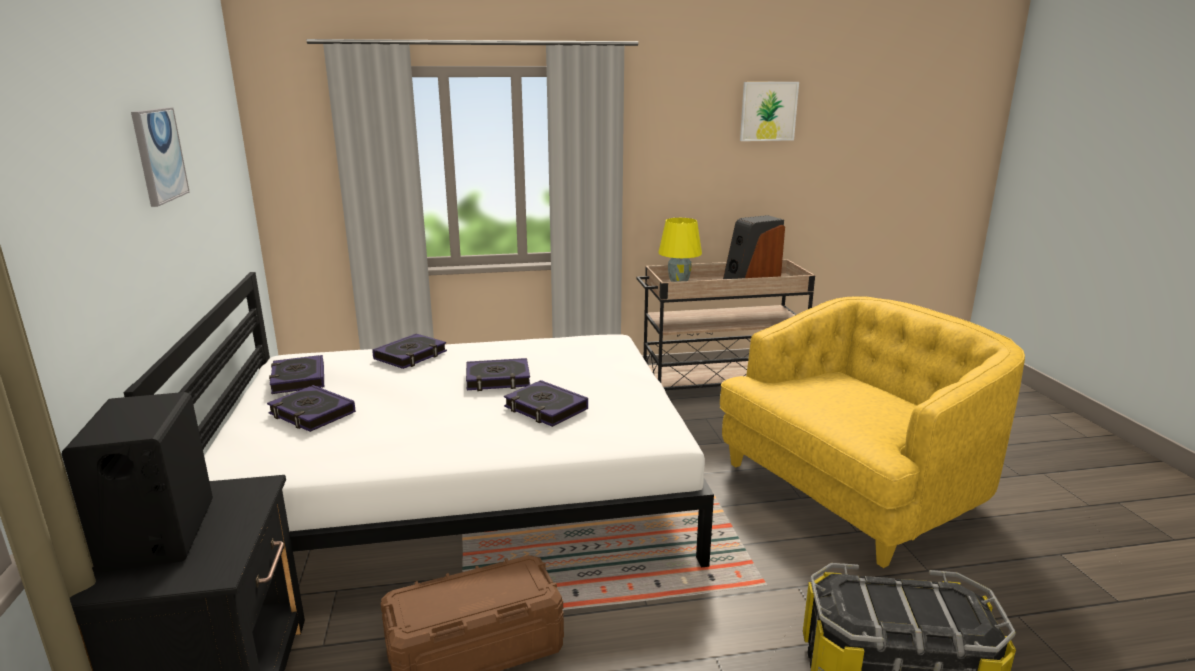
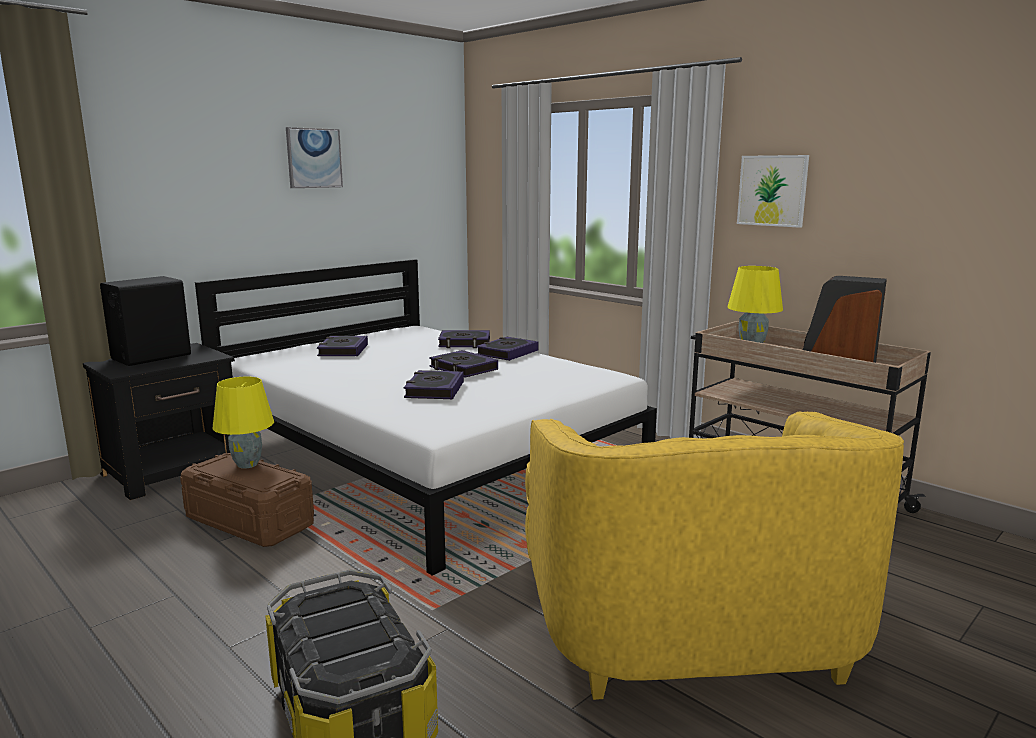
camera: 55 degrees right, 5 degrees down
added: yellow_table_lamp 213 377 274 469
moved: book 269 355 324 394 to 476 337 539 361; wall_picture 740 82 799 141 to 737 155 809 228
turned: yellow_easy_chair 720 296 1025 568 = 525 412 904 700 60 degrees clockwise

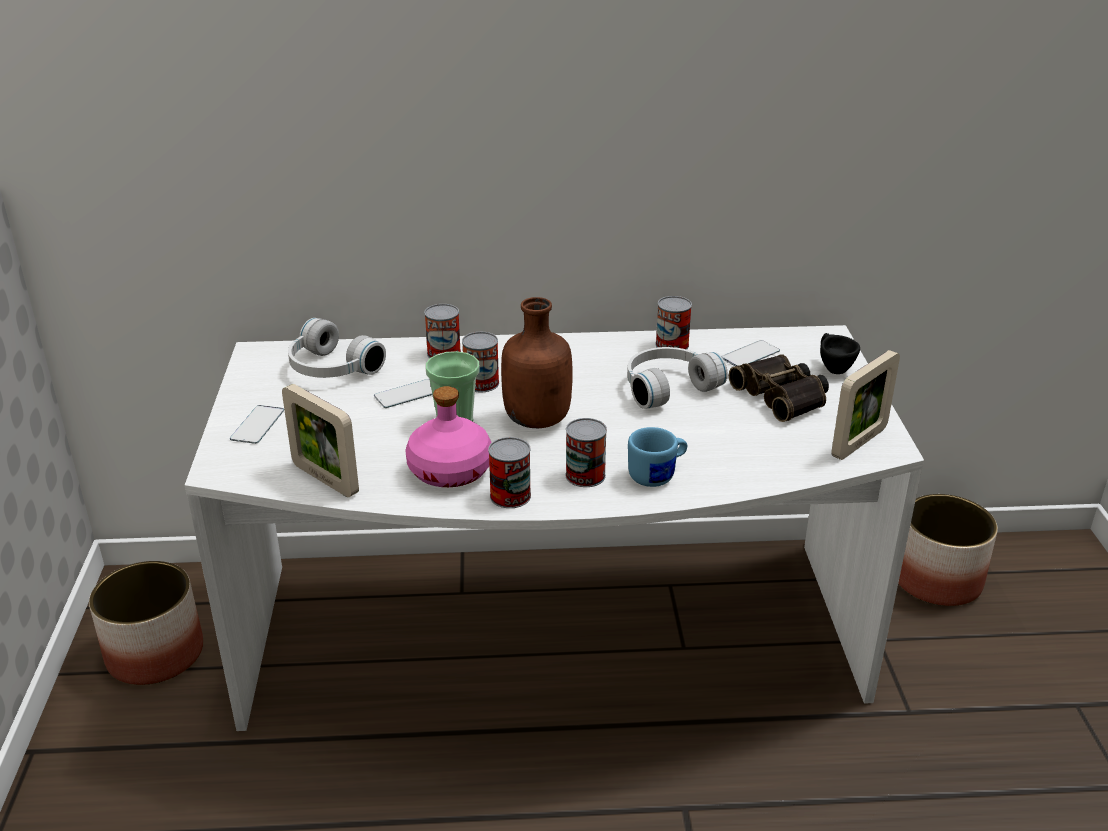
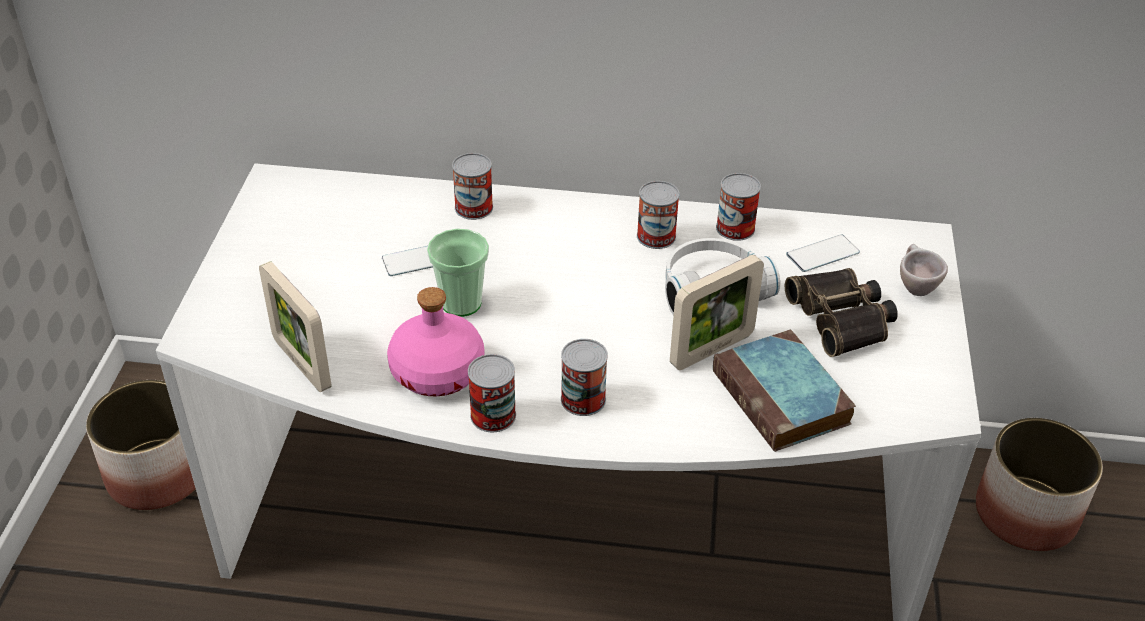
camera: 10 degrees right, 10 degrees up
removed: telephone 230 405 284 444; white-coloured_pair_of_headphones 288 318 386 378; brownish_beverage_bottle 501 297 573 428; blue-coloured_coffee_mug 628 427 687 487
added: book 713 330 856 452
moved: sealed_can 462 332 499 393 to 637 181 680 249; picture_frame 831 350 900 460 to 670 255 764 370
recoloured: black-coloured_cup 820 333 860 374 to beige-coloured_cup 900 244 948 296

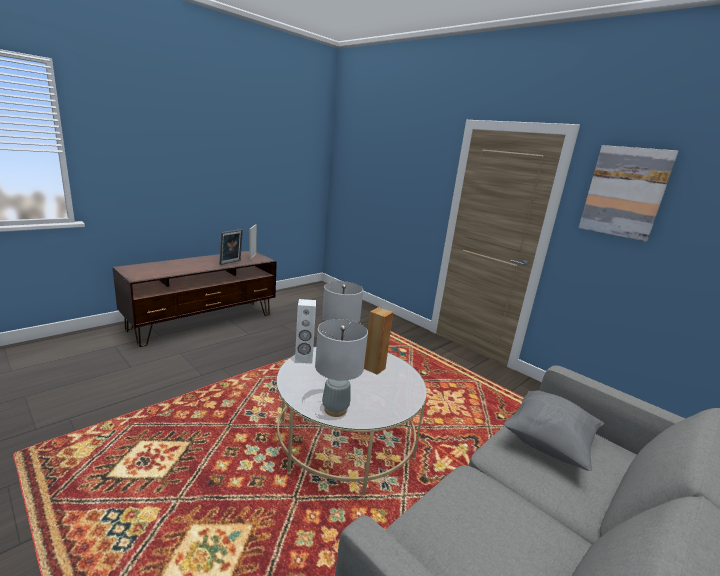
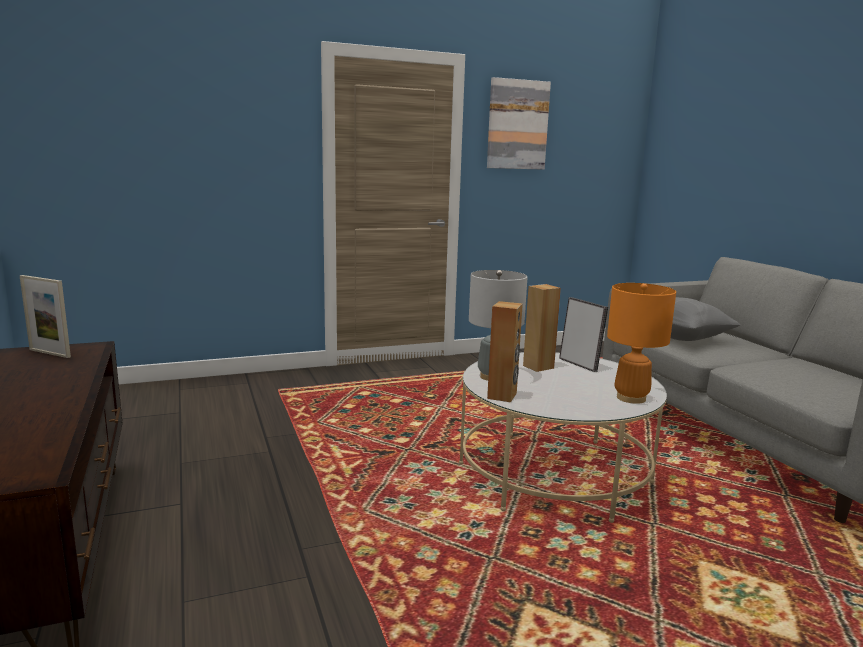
camera: 65 degrees left, 5 degrees down
moved: picture_frame 219 229 243 265 to 559 297 608 372
recoloured: white-coloured_loudspeaker 295 299 316 363 to brownish_loudspeaker 487 301 523 402; grey_table_lamp 315 319 368 417 to orange-coloured_table_lamp 607 283 676 404

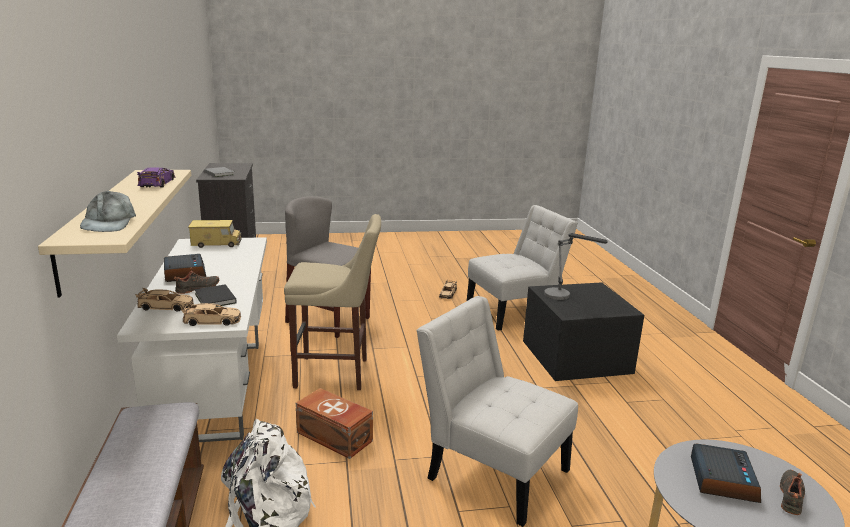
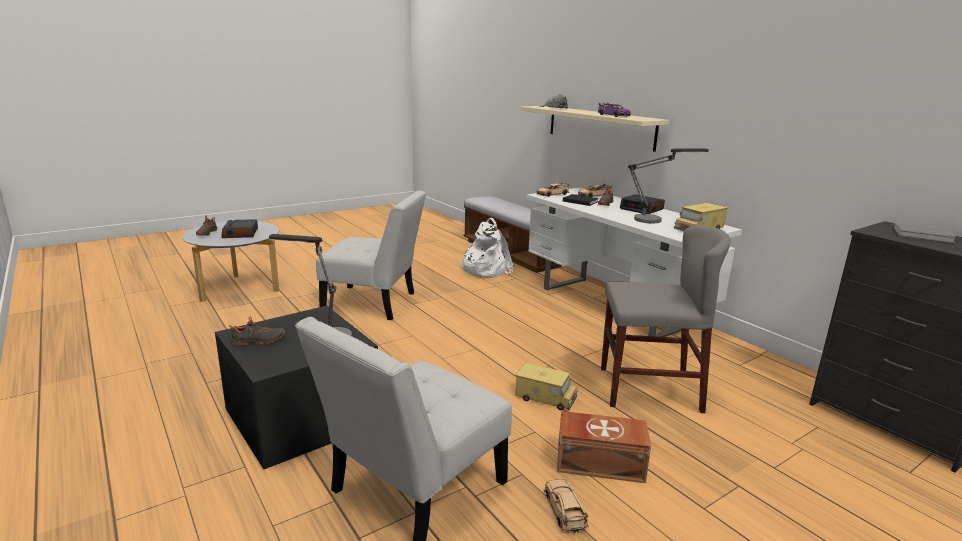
camera: 155 degrees right, 0 degrees up
removed: beige-coloured_stool 284 214 381 390
added: black-coloured_item_of_footwear 229 316 285 346; model_truck 515 362 578 410; table_lamp 628 148 709 223
moved: brownish_storage_bin 296 388 373 459 to 557 411 651 483

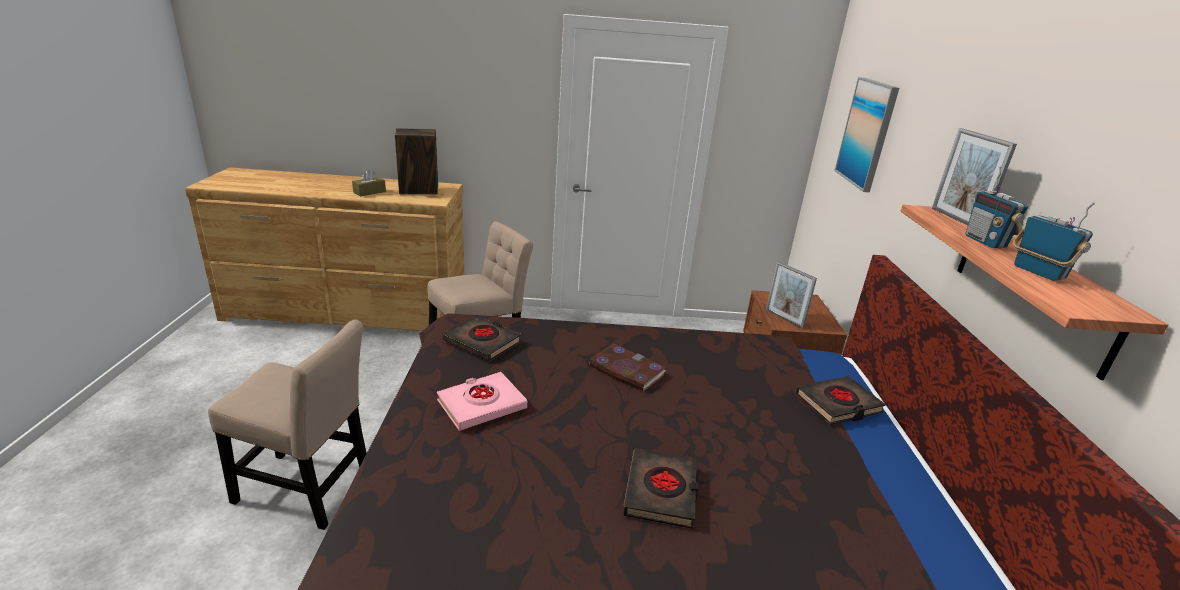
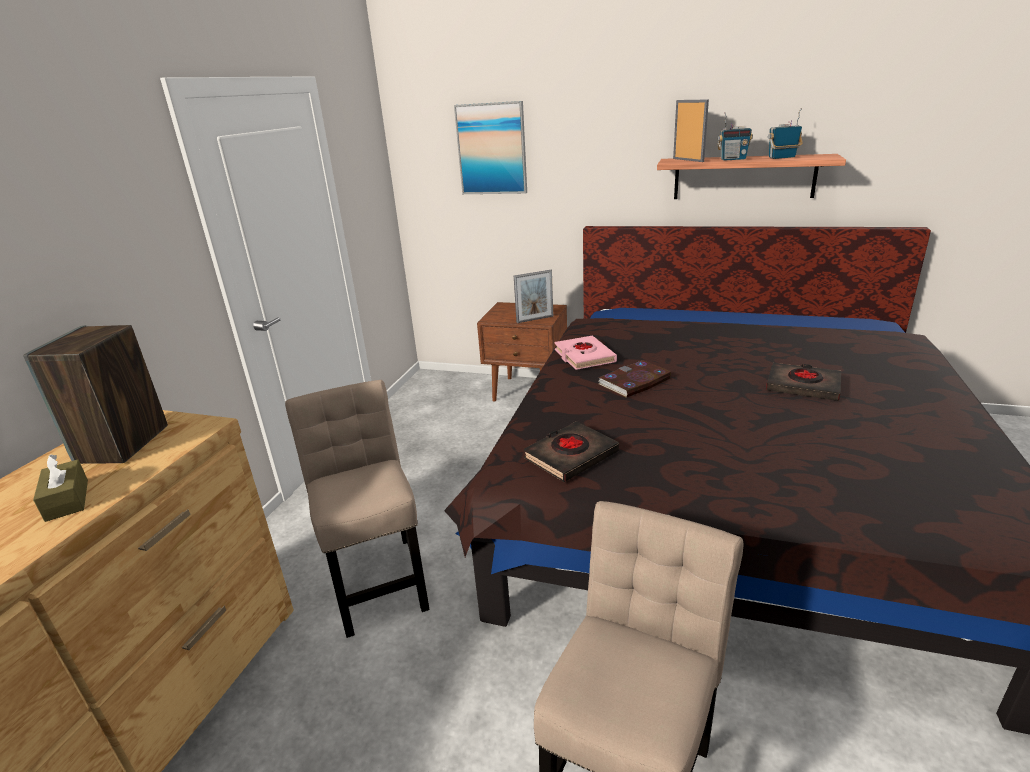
camera: 70 degrees left, 0 degrees up
removed: black-coloured_book 795 376 886 425
moved: pink-coloured_book 437 372 527 431 to 554 336 617 370
turned: picture_frame 932 128 1017 226 = 673 99 709 162 120 degrees counterclockwise

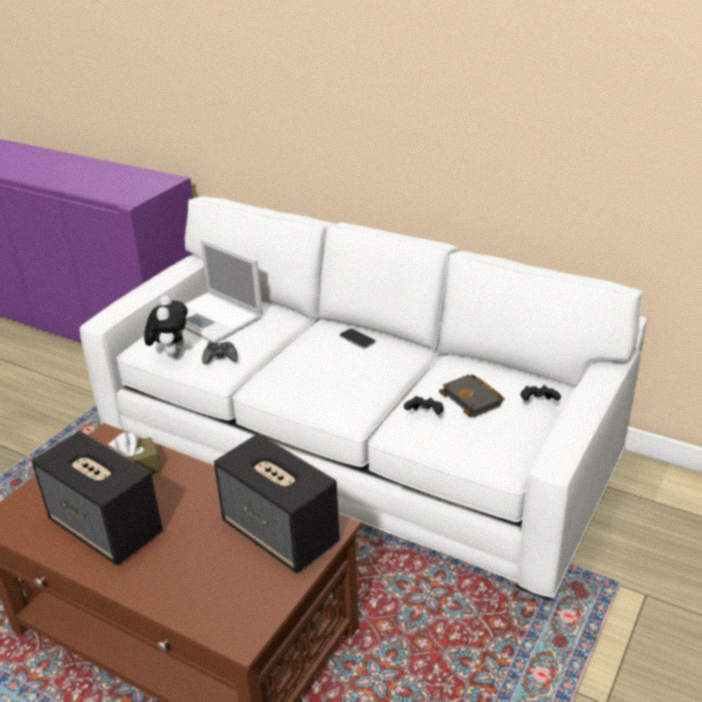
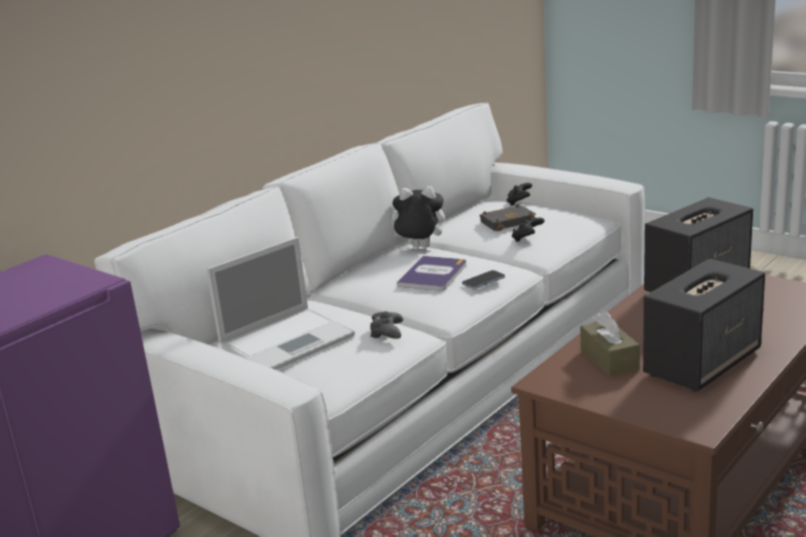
camera: 80 degrees left, 10 degrees down
added: book 397 256 466 291
moved: soft_toy 144 295 188 358 to 392 186 445 248; telephone 339 328 376 349 to 462 270 505 289

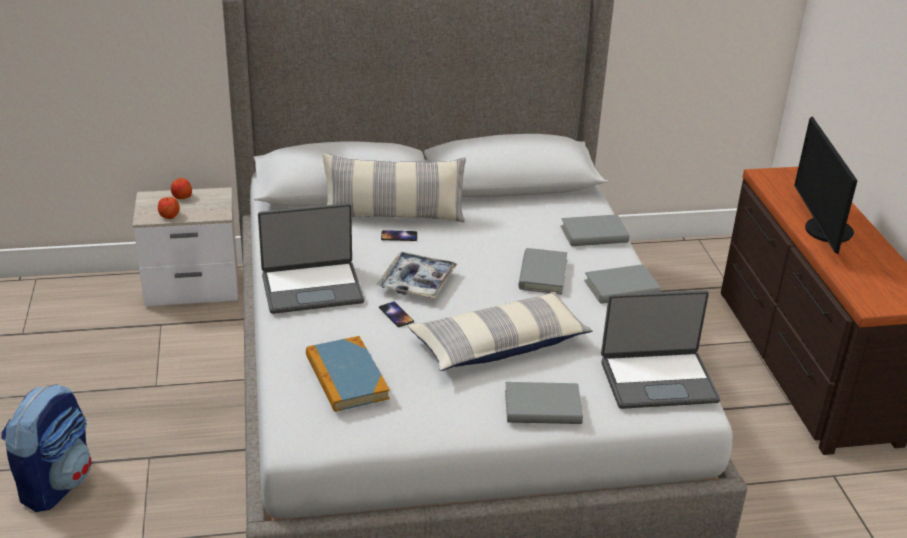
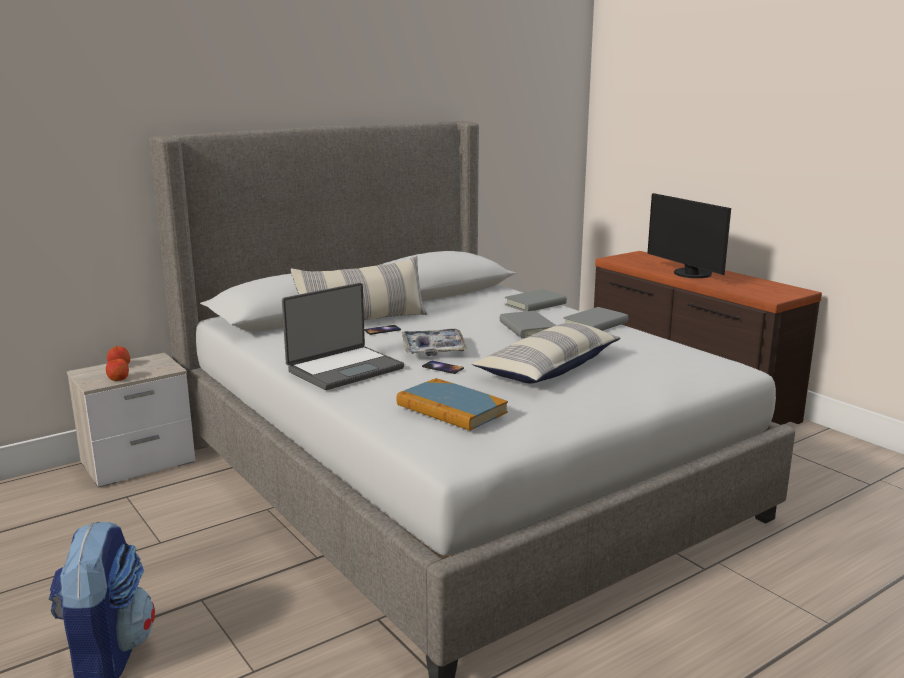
camera: 25 degrees left, 15 degrees down
removed: grey_book 505 382 583 424; notebook_computer 601 290 721 409

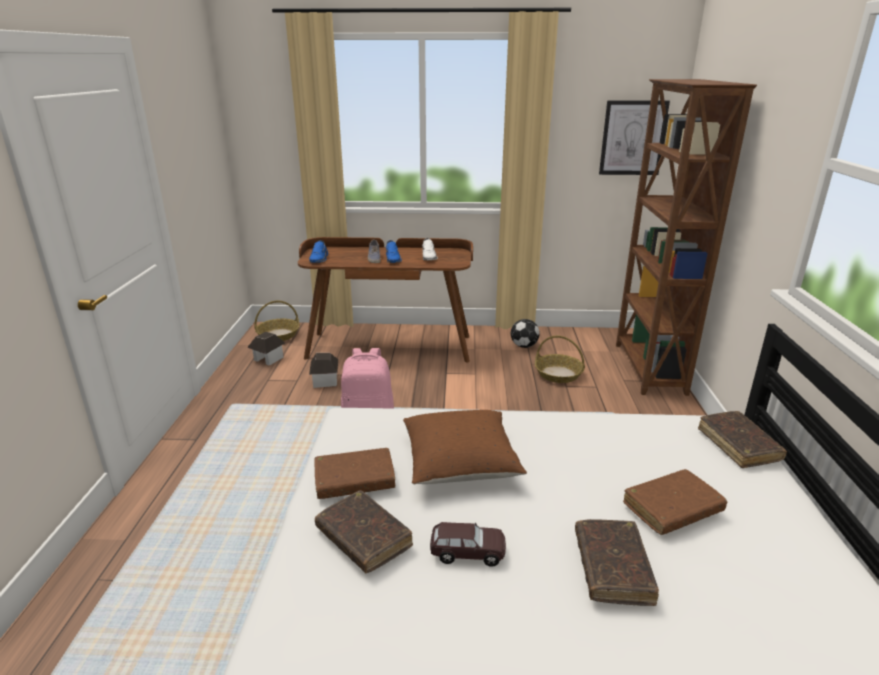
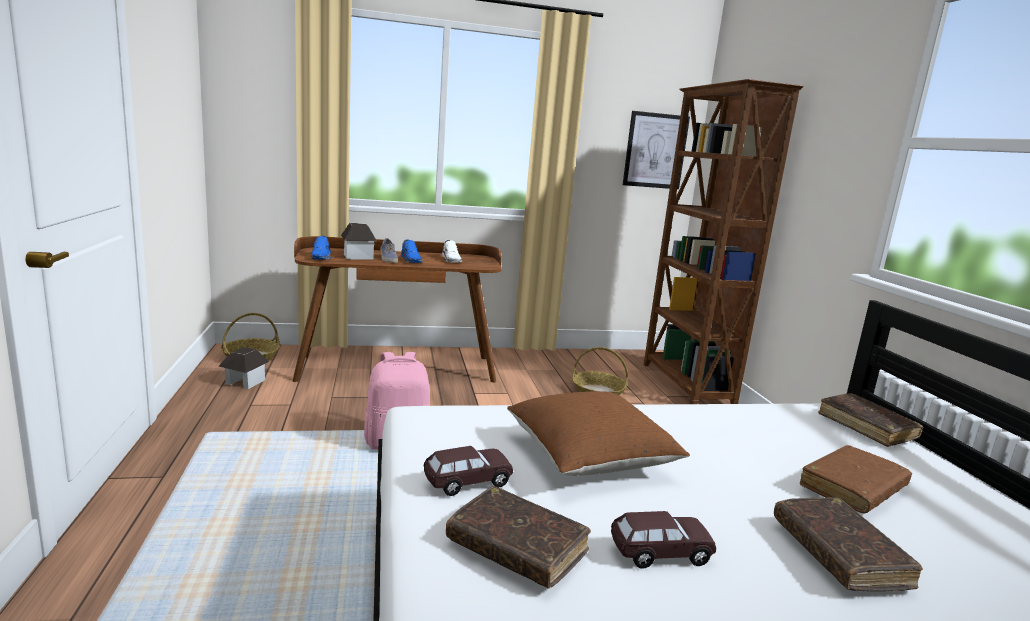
camera: 15 degrees left, 10 degrees down
removed: ball_for_football 511 319 540 348
moved: model_house 309 353 338 388 to 341 223 377 259
replaced: brownish_book 314 448 395 499 to brownish_model_car 424 446 513 496

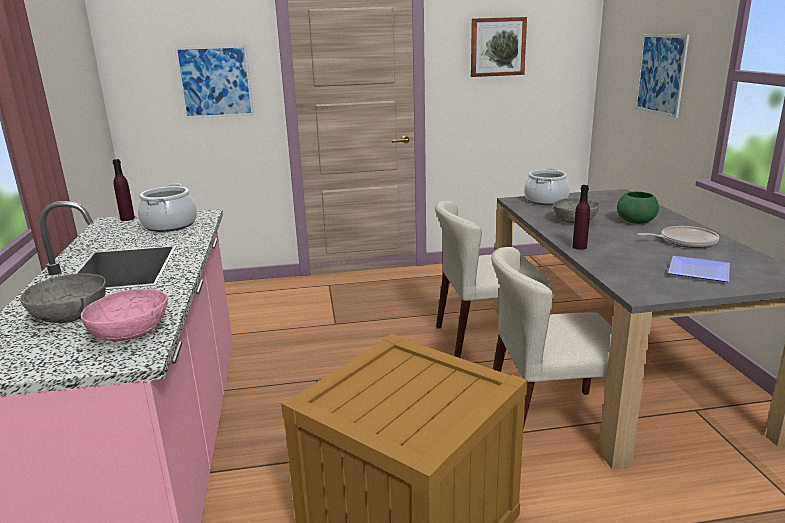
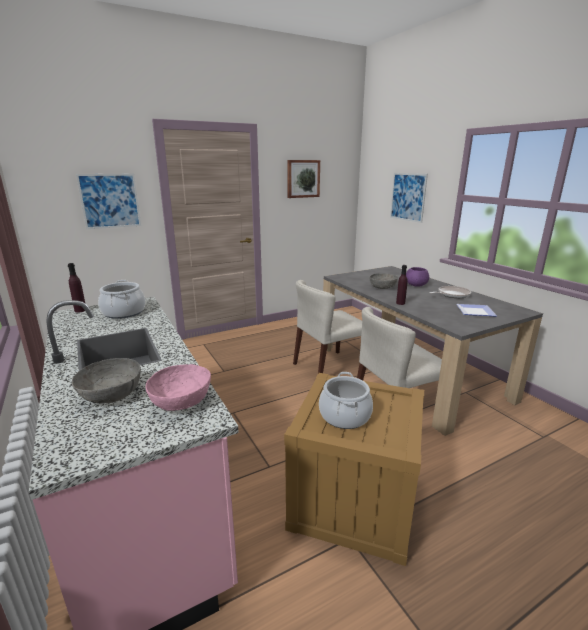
camera: 20 degrees left, 0 degrees up
moved: saucepot 524 168 570 205 to 319 372 373 429
recoloured: greenish_serving_bowl 617 191 659 224 to purplish_serving_bowl 406 267 429 287

